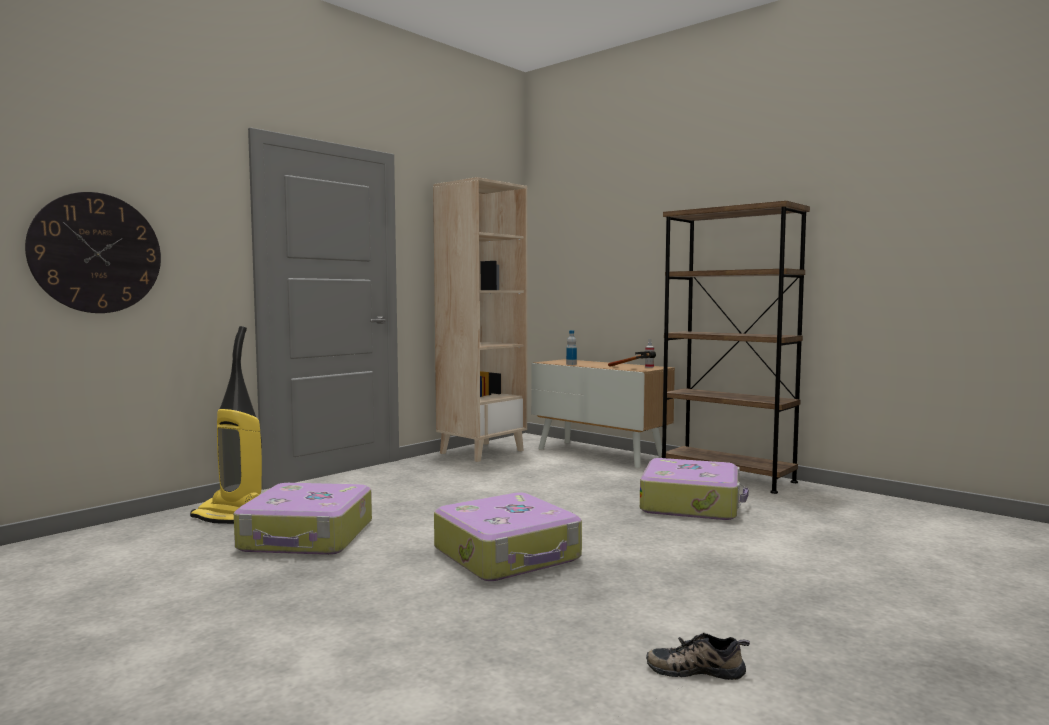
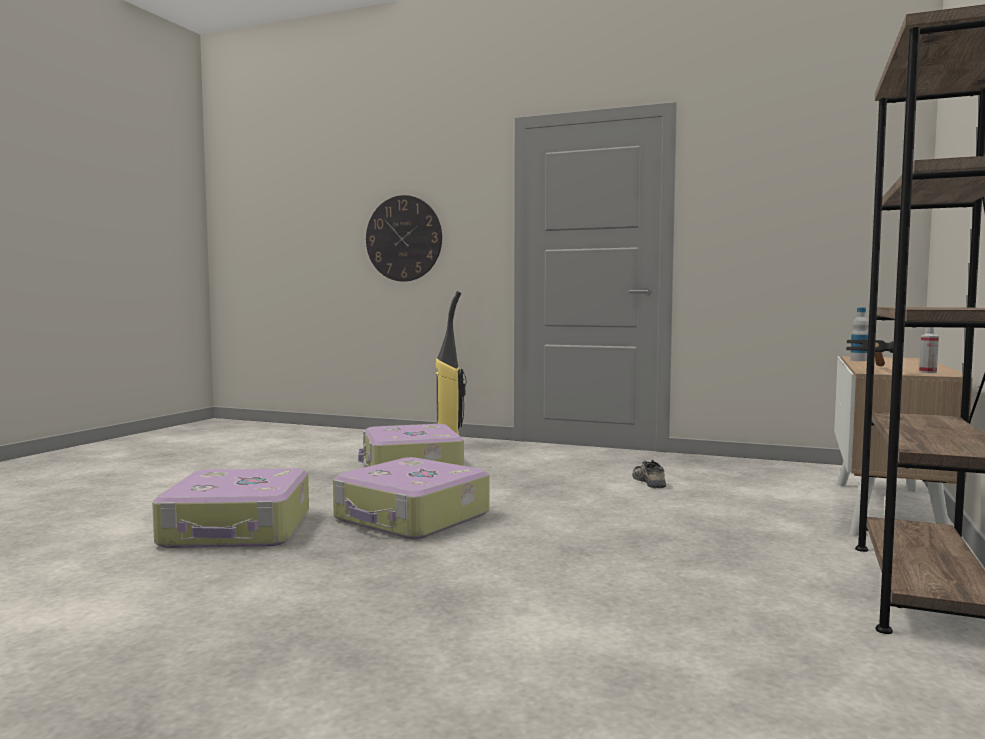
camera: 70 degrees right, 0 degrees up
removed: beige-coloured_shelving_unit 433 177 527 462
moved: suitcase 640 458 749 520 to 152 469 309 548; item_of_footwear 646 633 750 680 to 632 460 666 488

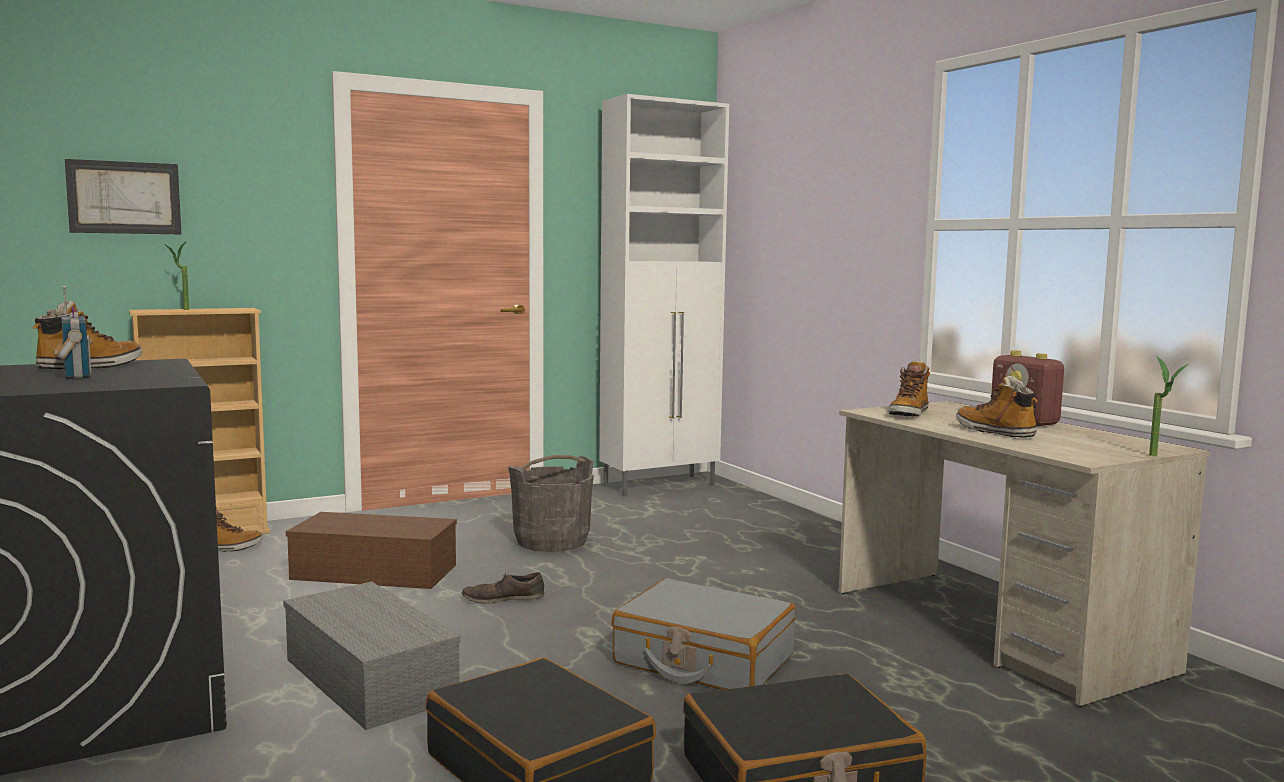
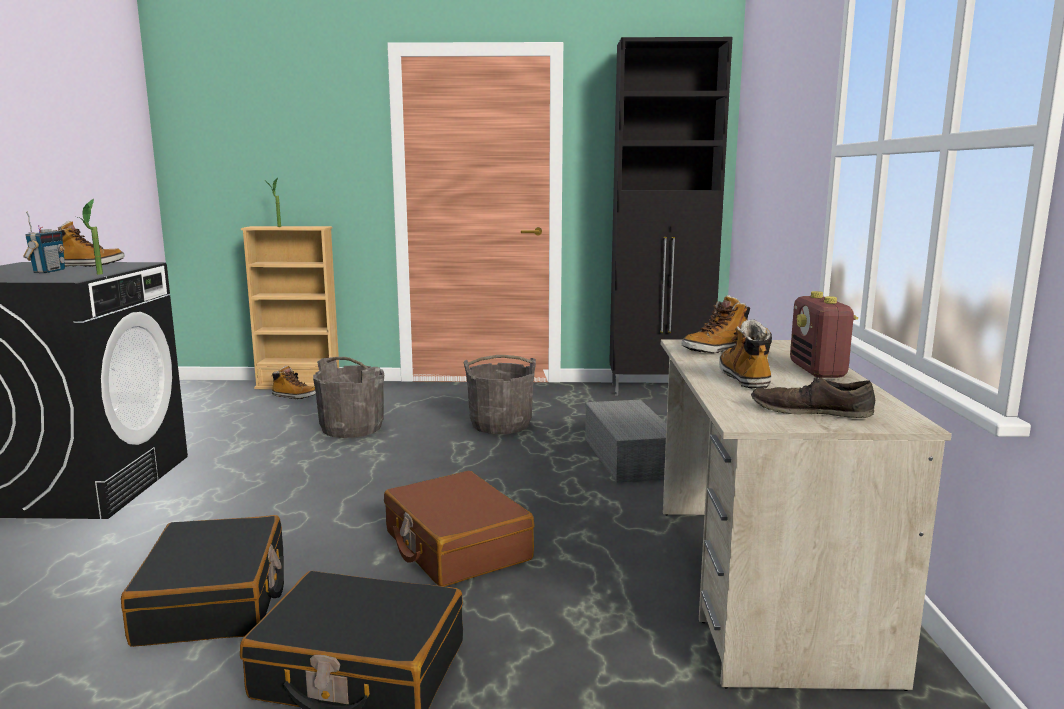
camera: 30 degrees right, 5 degrees up
removed: wall_picture 65 159 181 234
moved: grey_storage_bin 283 582 461 730 to 585 400 667 483; brownish_item_of_footwear 462 572 544 603 to 751 376 875 418; plant_in_a_pot 1149 356 1188 456 to 78 198 103 275
replaced: brownish_storage_bin 286 512 457 589 to grey_water_bucket 313 357 384 438
recoloured: white-coloured_storage_cabinet 599 94 729 496 to black-coloured_storage_cabinet 609 37 732 395; grey_suitcase 612 578 796 690 to brownish_suitcase 384 471 535 586

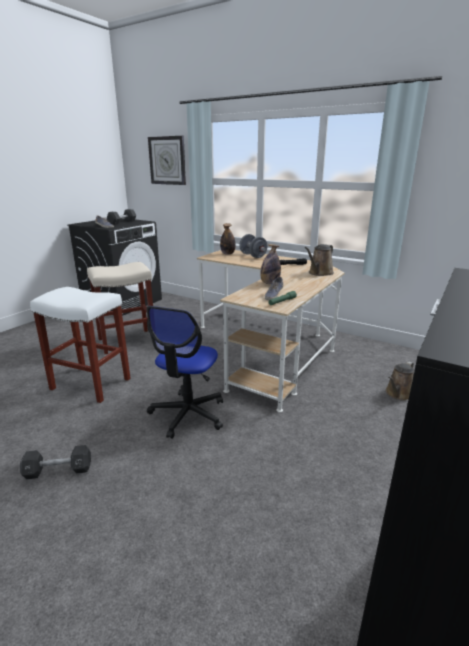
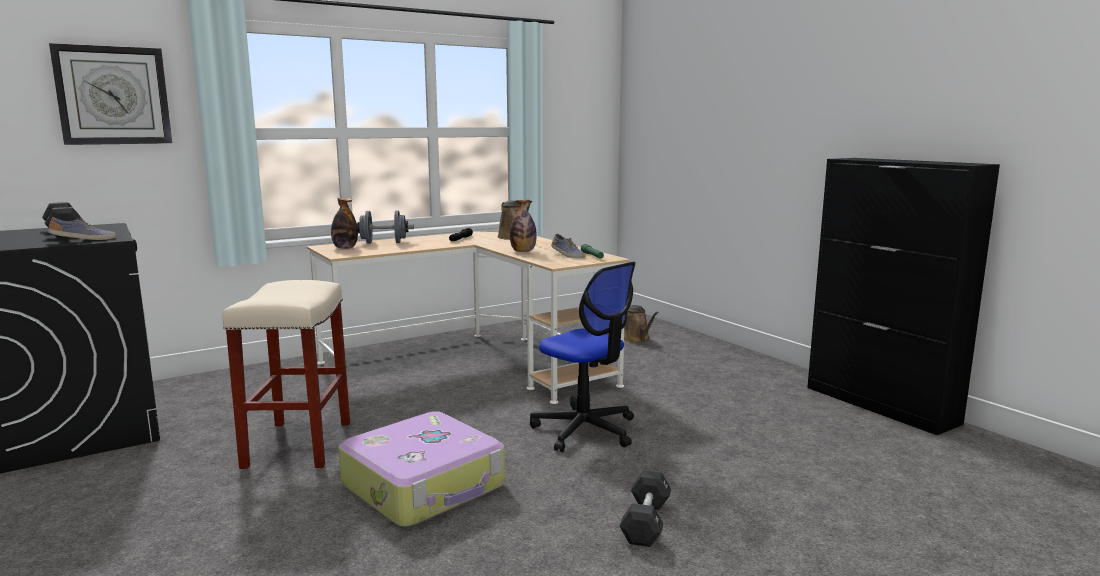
camera: 65 degrees left, 10 degrees down
replaced: white-coloured_stool 30 287 130 403 to suitcase 338 411 505 527

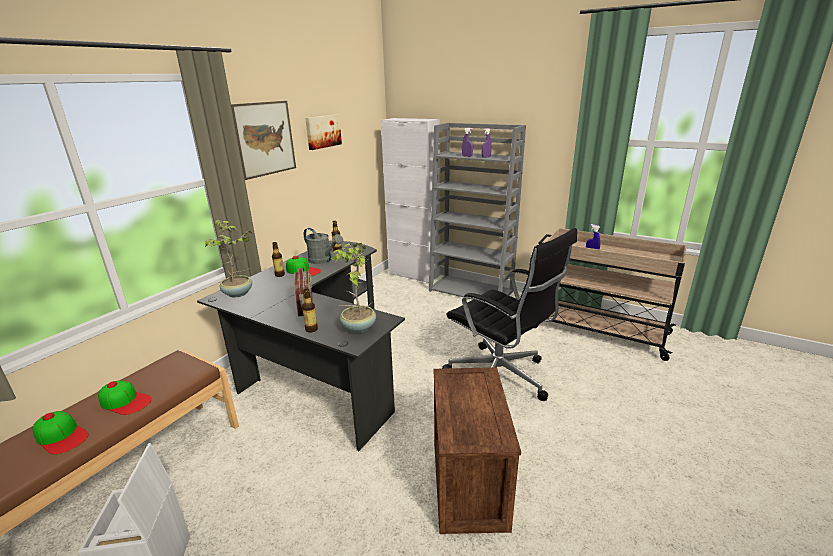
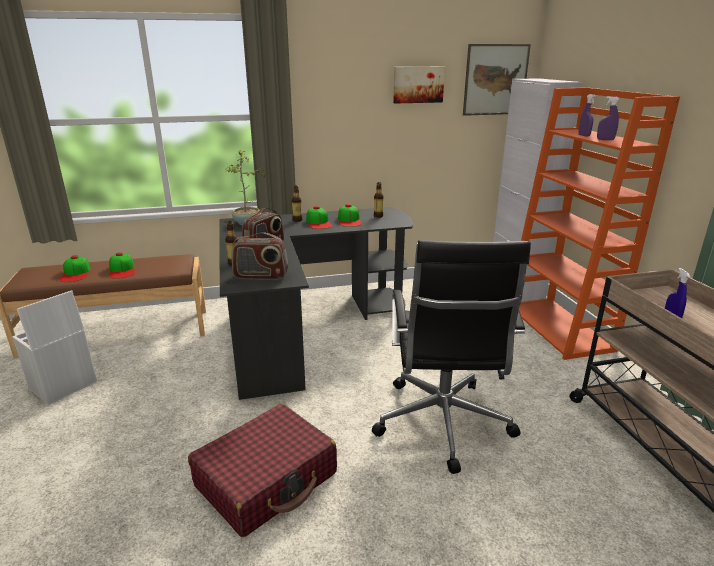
camera: 45 degrees right, 0 degrees up
moved: wall_picture 231 101 296 180 to 463 44 531 116
replaced: grey_watering_can 304 228 343 264 to baseball_cap 338 204 362 227; plant_in_a_pot 330 243 376 333 to radio_receiver 232 232 288 280; packing_crate 433 367 521 534 to red_suitcase 188 404 337 537
recoloured: grey_shelving_unit 429 123 526 300 to orange-coloured_shelving_unit 519 88 680 360

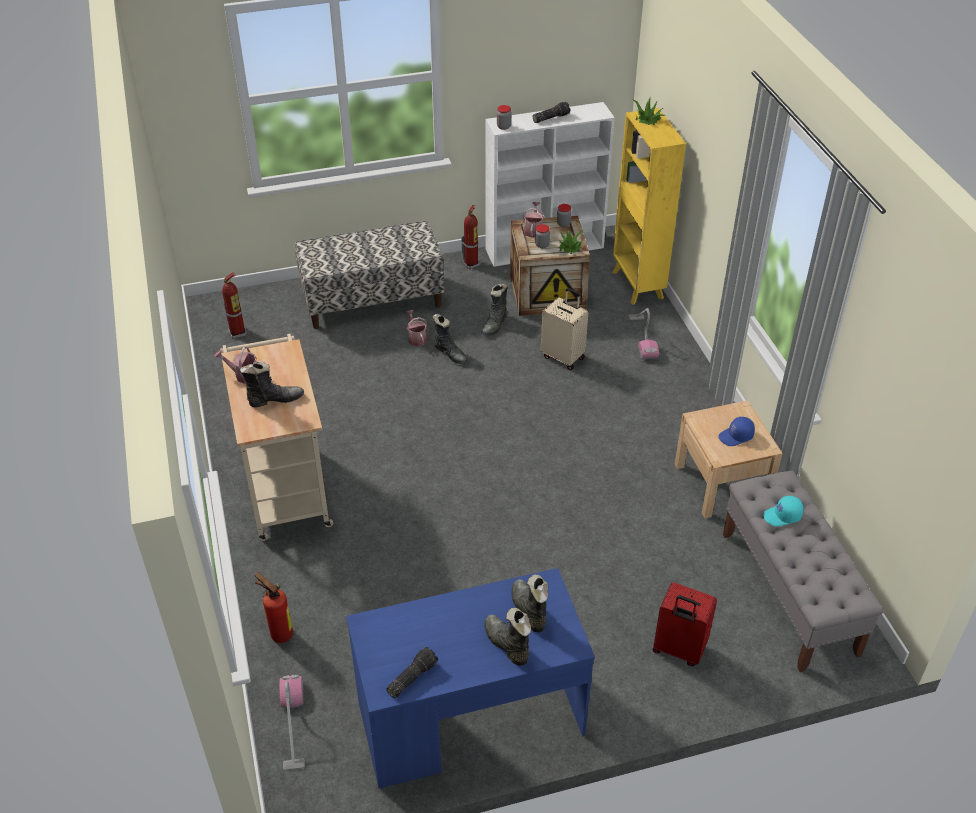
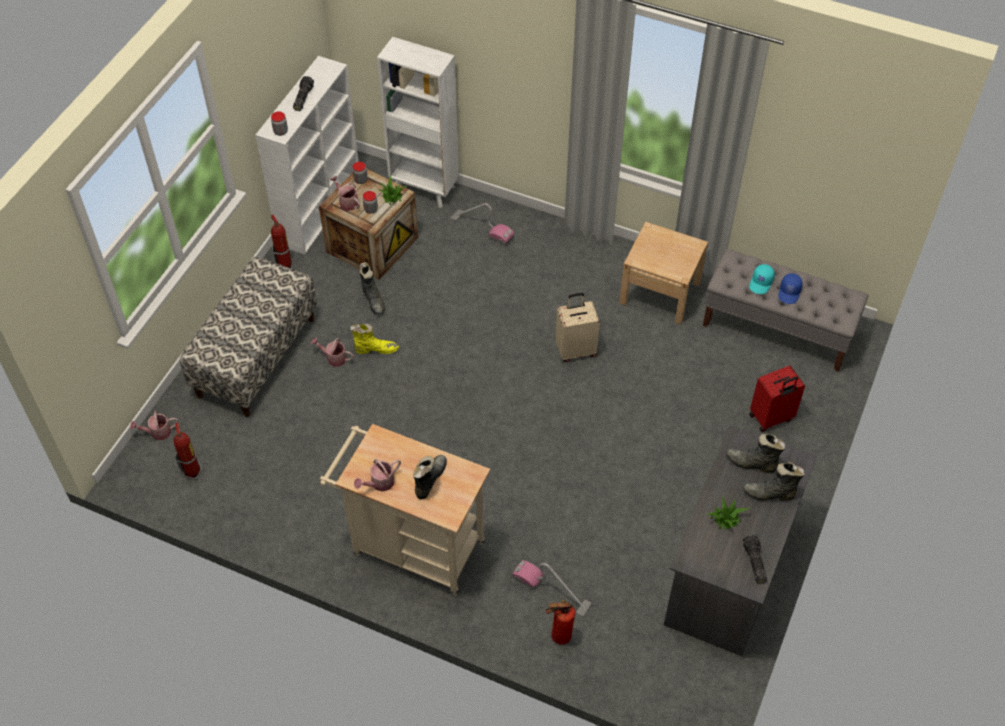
camera: 50 degrees left, 10 degrees up
added: watering_can 130 411 178 440
moved: vacuum 279 675 305 771 to 512 560 591 617; beige-coloured_suitcase 541 288 588 370 to 555 293 600 362; plant_in_a_pot 631 98 666 125 to 706 497 750 529; blue-coloured_baseball_cap 718 417 755 446 to 778 273 803 304
recoloured: blue-coloured_desk_unit 346 568 595 789 to grey_desk_unit 664 425 817 656; black-coloured_tall_boot 433 314 467 364 to yellow_tall_boot 350 324 399 354; yellow_shelving_unit 612 108 686 305 to white-coloured_shelving_unit 377 37 459 208

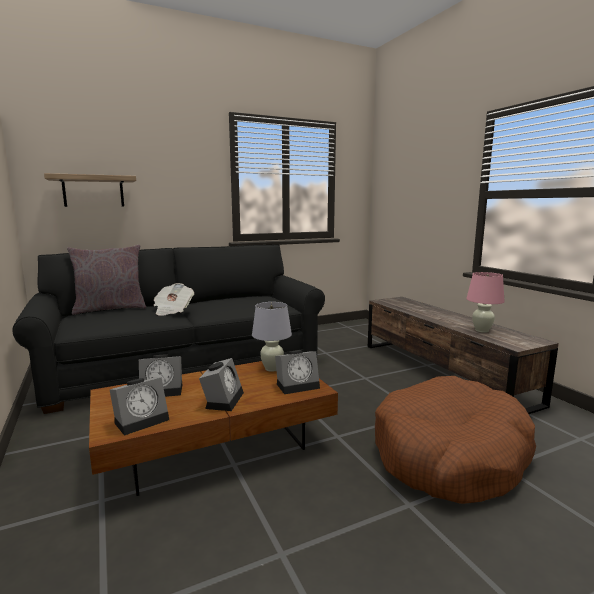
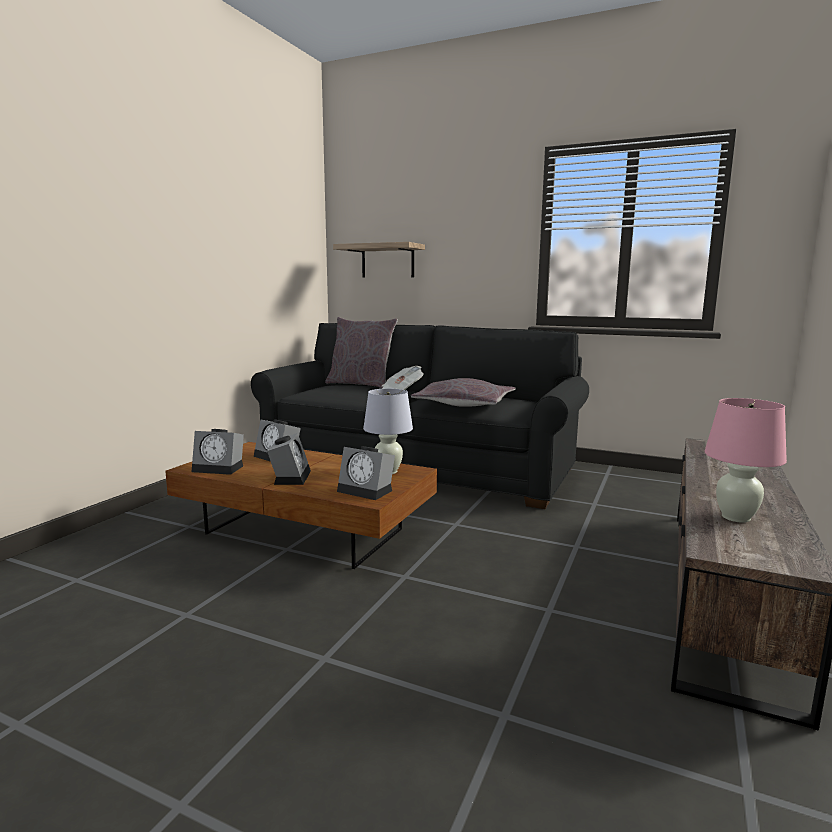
camera: 50 degrees right, 0 degrees up
removed: brownish_dog_bed 375 376 536 504
added: grey_cushion 411 378 515 407
turned: alarm_clock 199 358 244 411 = 267 433 311 485 60 degrees counterclockwise

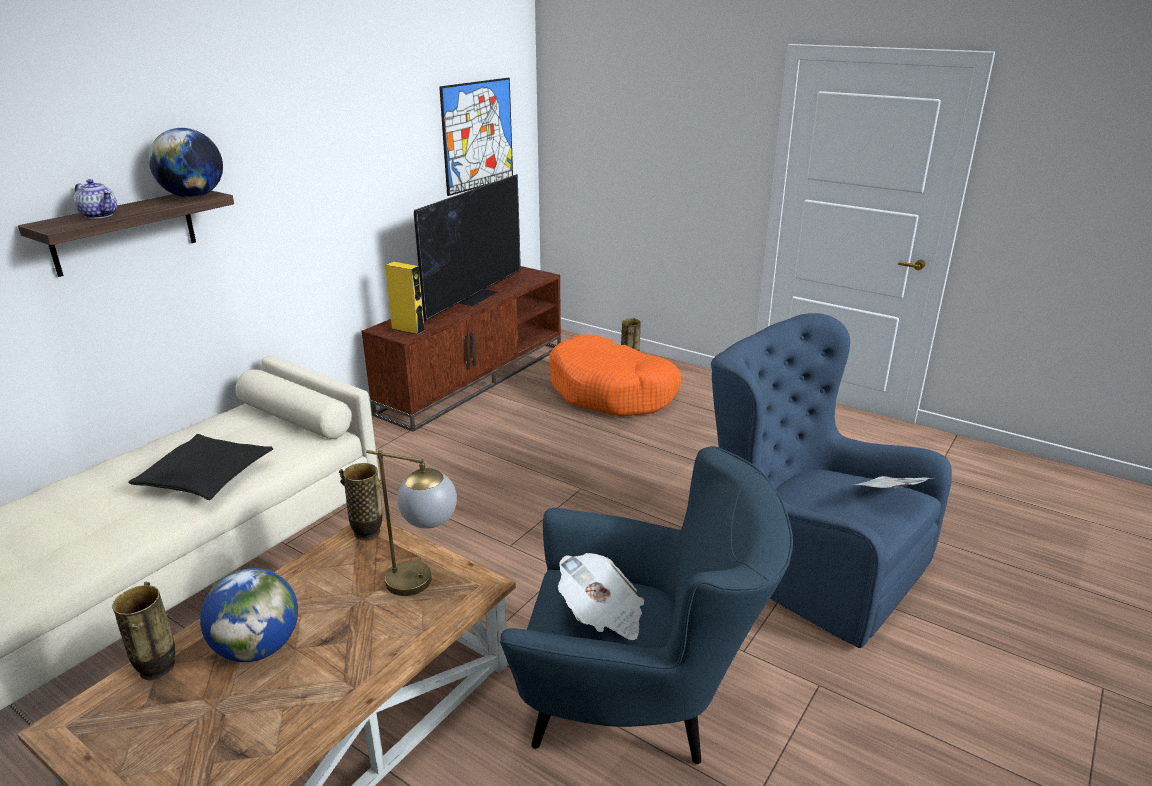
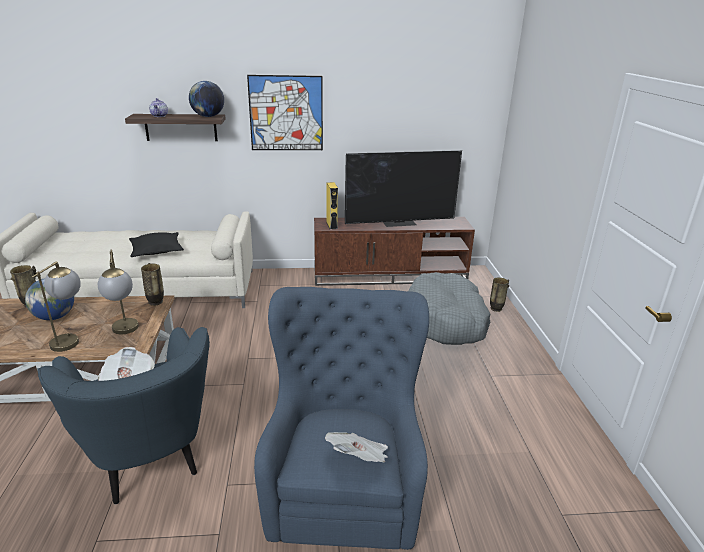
camera: 50 degrees right, 0 degrees up
added: table_lamp 31 261 81 352
moved: wall_picture 439 78 513 196 to 247 75 323 150
recoloured: orange-coloured_dog_bed 549 334 681 416 to grey_dog_bed 408 272 490 345

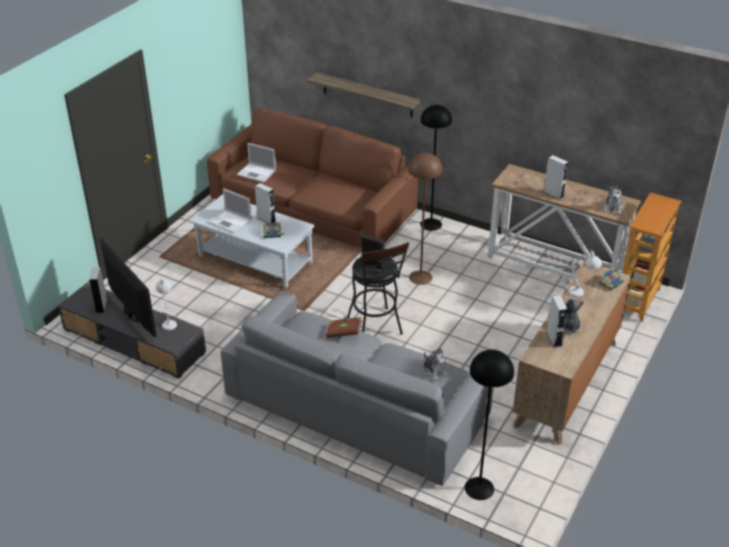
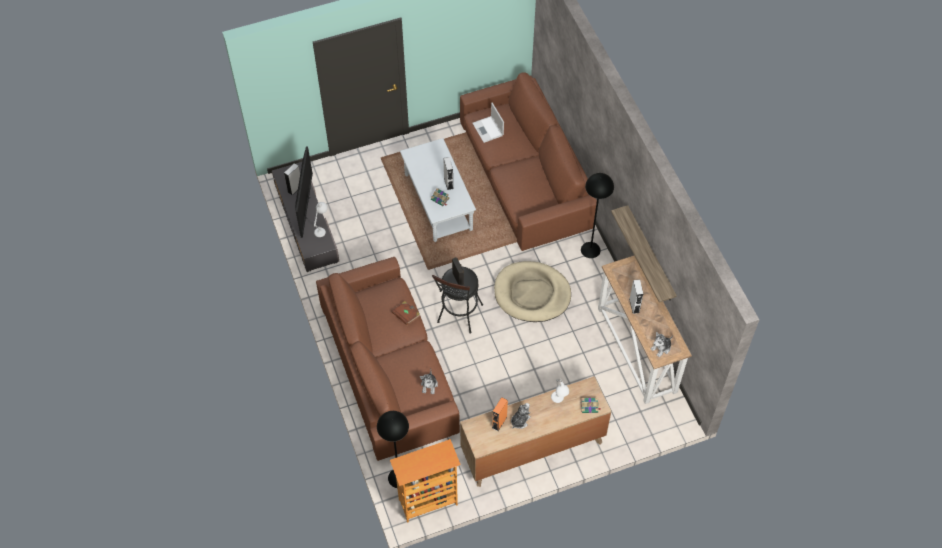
camera: 40 degrees right, 20 degrees up
removed: notebook_computer 209 189 252 233
moved: wall_shelf 307 72 421 118 to 611 205 677 303; shelving_unit 622 192 681 322 to 390 439 461 523
replaced: brownish_floor_lamp 408 153 443 285 to beige-coloured_dog_bed 494 261 571 322
recoloured: grey_couch 220 291 494 486 to brownish_couch 316 257 460 461; grey_loudspeaker 546 295 568 347 to orange-coloured_loudspeaker 492 397 508 431

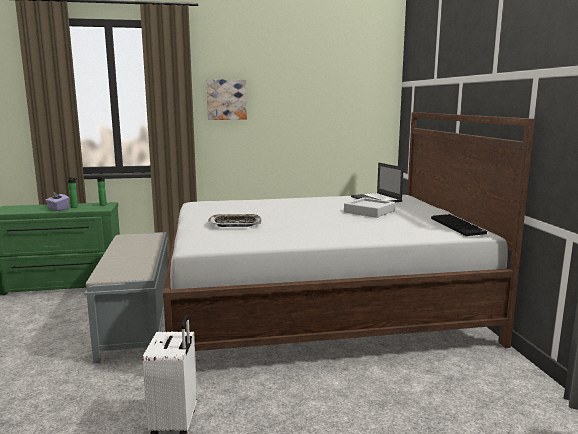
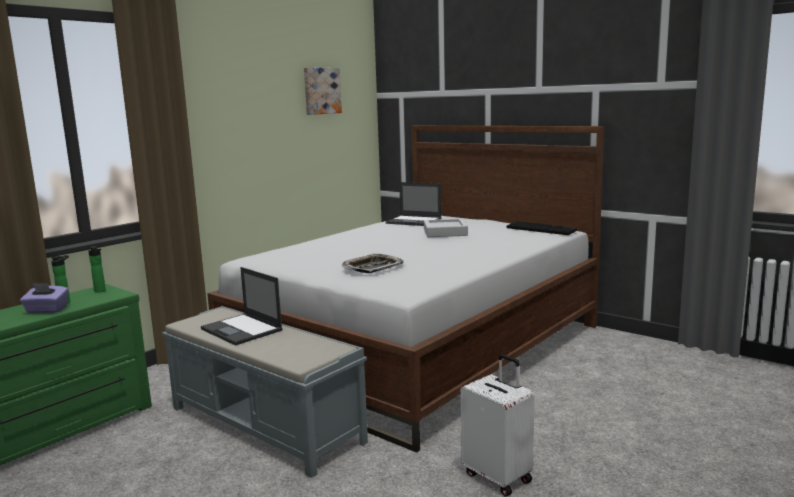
camera: 40 degrees left, 0 degrees up
added: notebook_computer 201 267 283 346
moved: wall_picture 206 79 247 120 to 304 67 342 115

